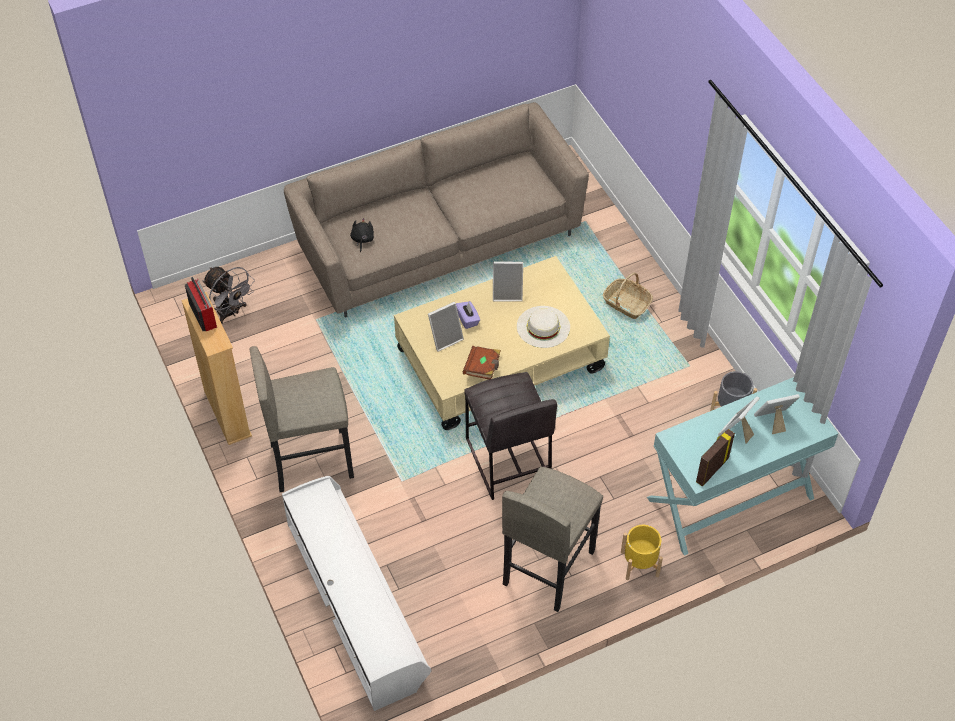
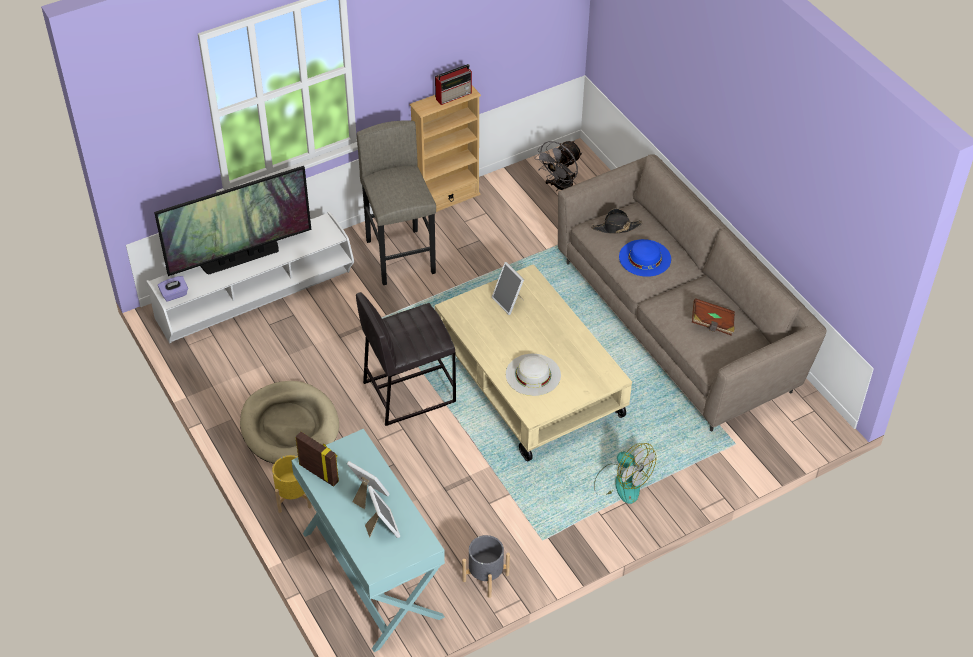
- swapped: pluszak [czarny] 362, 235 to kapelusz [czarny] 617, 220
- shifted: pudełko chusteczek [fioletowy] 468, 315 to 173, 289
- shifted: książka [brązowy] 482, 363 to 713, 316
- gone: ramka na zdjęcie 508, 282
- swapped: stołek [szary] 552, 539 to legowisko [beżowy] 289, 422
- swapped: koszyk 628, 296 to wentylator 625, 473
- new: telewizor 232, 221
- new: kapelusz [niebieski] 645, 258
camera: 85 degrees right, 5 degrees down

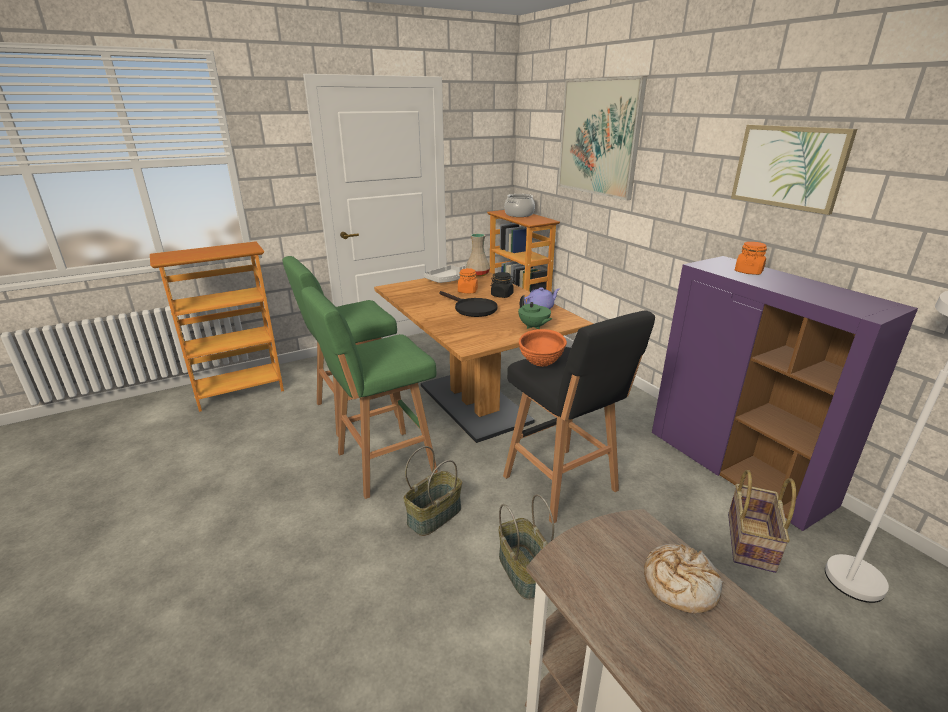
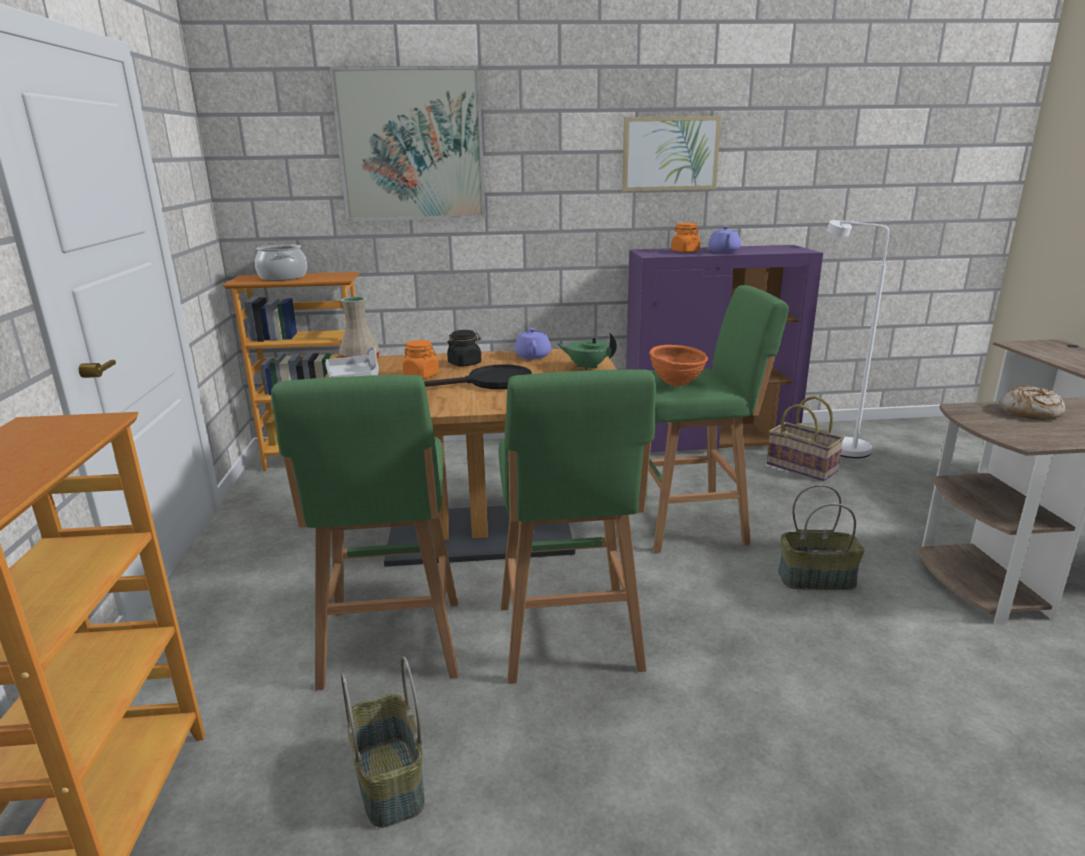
- shifted: koszyk 432, 491 to 383, 742
- repainted: stołek [czarny] 579, 416 to stołek [zielony] 719, 419
- rotated: imbryk [zielony] 535, 312 = 587, 351 150 degrees counterclockwise
- new: imbryk [fioletowy] 724, 239
camera: 65 degrees left, 5 degrees down

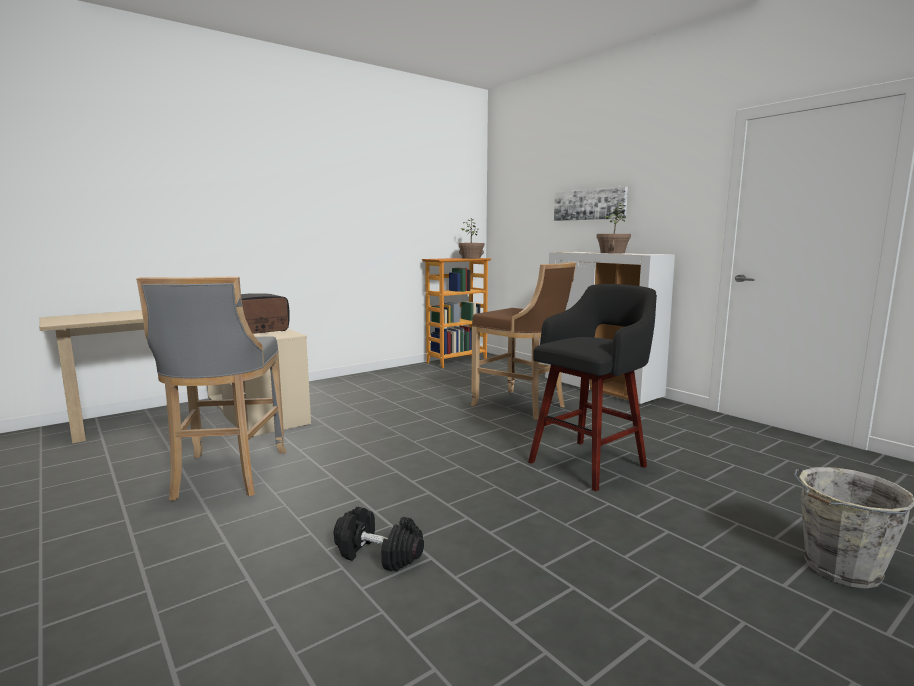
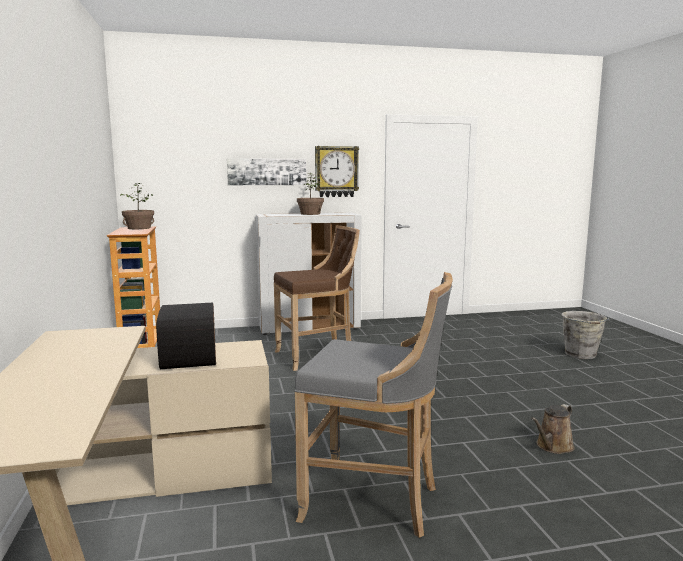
- swapped: hantel [czarny] 379, 539 to konewka [brązowy] 553, 429
- gone: stołek [czarny] 592, 388
- new: zegar ścienny 337, 171
camera: 65 degrees left, 0 degrees up

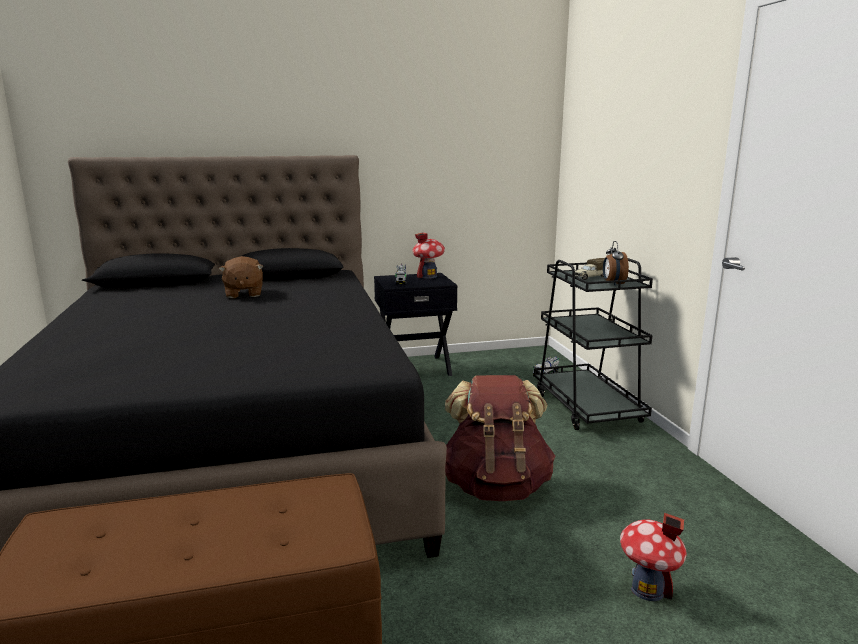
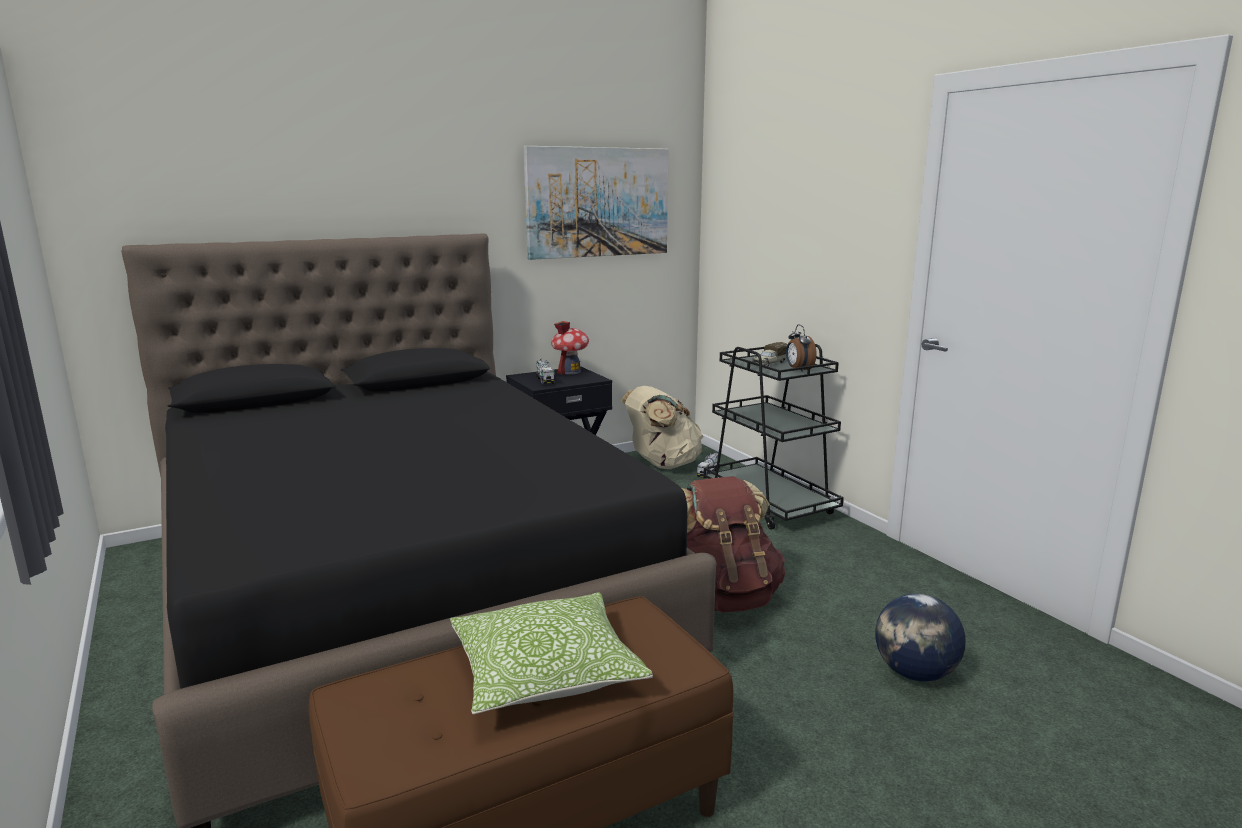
- gone: pluszak [brązowy] 241, 277
- swapped: domek 653, 556 to globus 920, 637
- new: poduszka 551, 653
- new: obraz 596, 203
- new: plecak [beżowy] 662, 427
camera: 15 degrees left, 0 degrees up

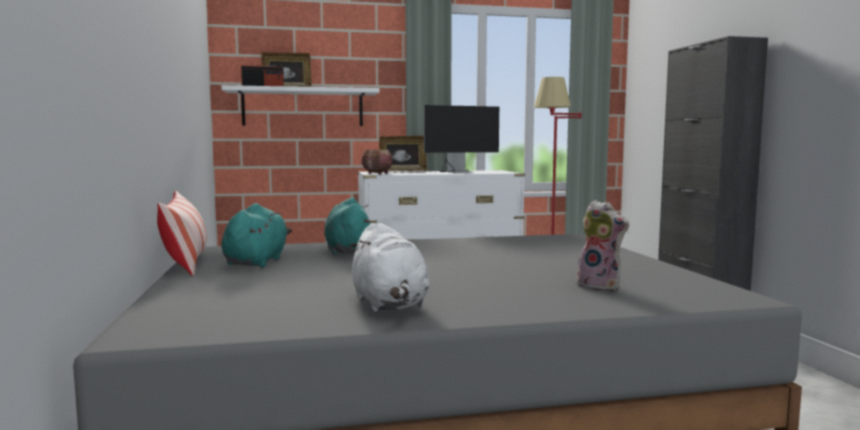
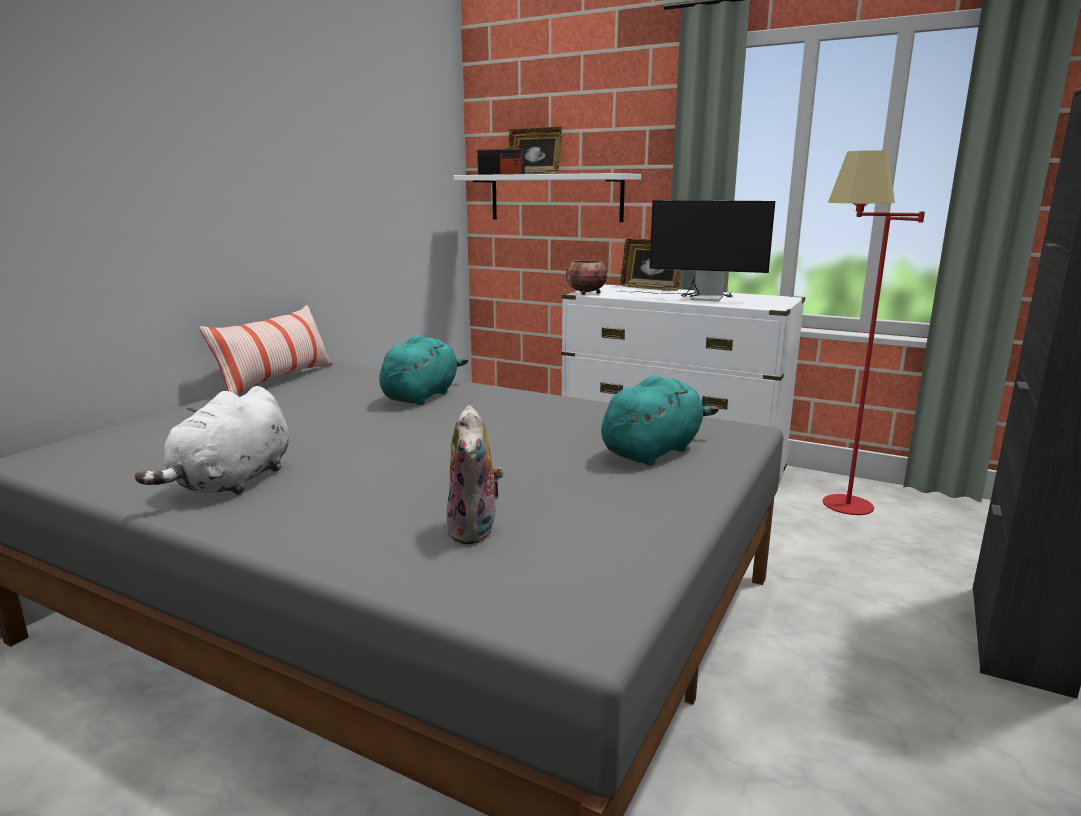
- shifted: pluszak [turkusowy] 256, 235 to 660, 420
camera: 40 degrees right, 10 degrees up

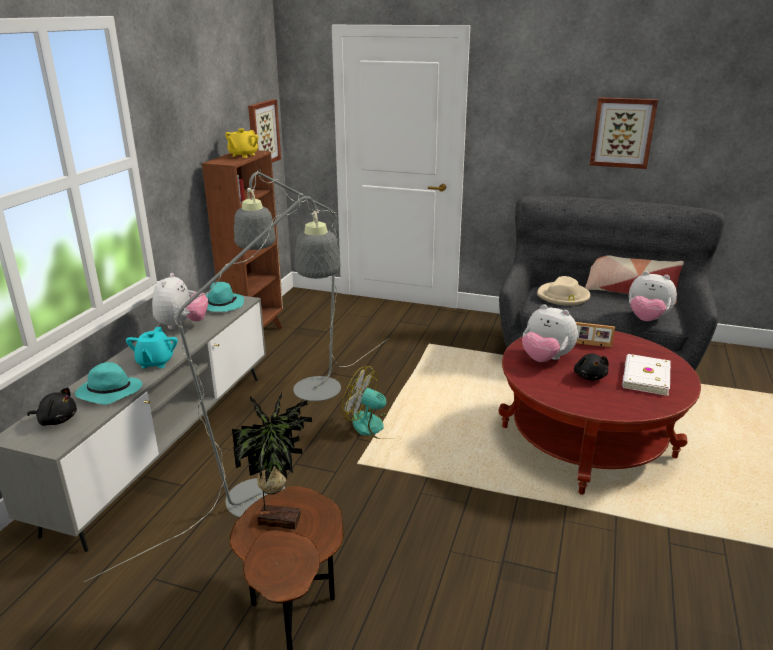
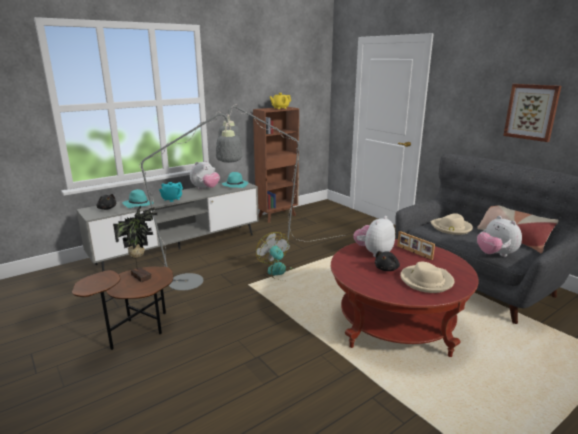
- gone: obraz 264, 131
- rotated: pluszak 550, 333 = 374, 236 60 degrees clockwise
- swapped: książka [biały] 646, 375 to kapelusz [beżowy] 427, 277
camera: 35 degrees right, 5 degrees down

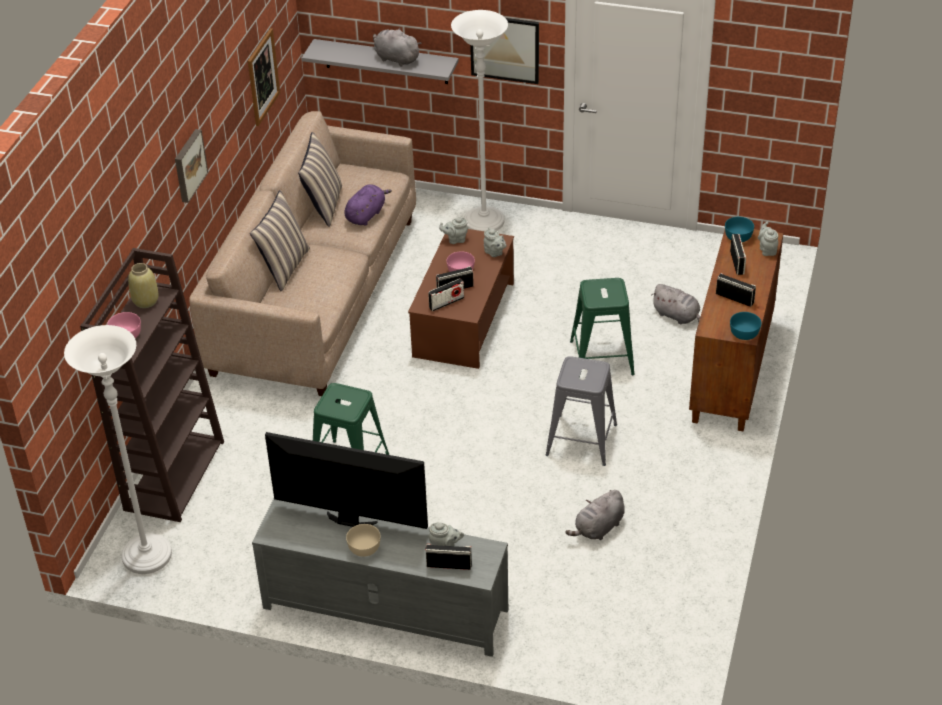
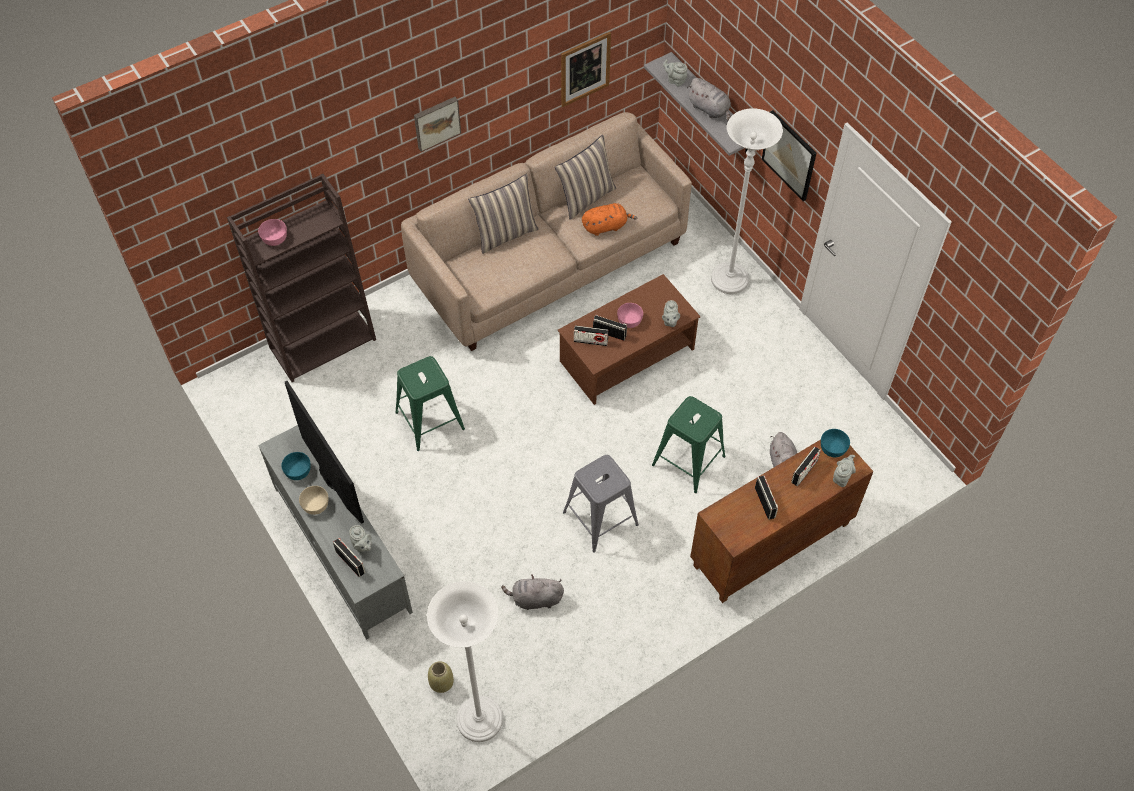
- shifted: lampa stojąca [biały] 118, 449 to 465, 661
- shifted: wazon [beżowy] 143, 285 to 441, 677
- repainted: pluszak [fioletowy] 368, 204 to pluszak [pomarańczowy] 610, 219
- rotated: pluszak [szary] 397, 47 = 709, 99 150 degrees clockwise
- shifted: imbryk [szary] 453, 230 to 675, 72
- shifted: miska [turkusowy] 745, 326 to 296, 466
camera: 40 degrees right, 15 degrees up

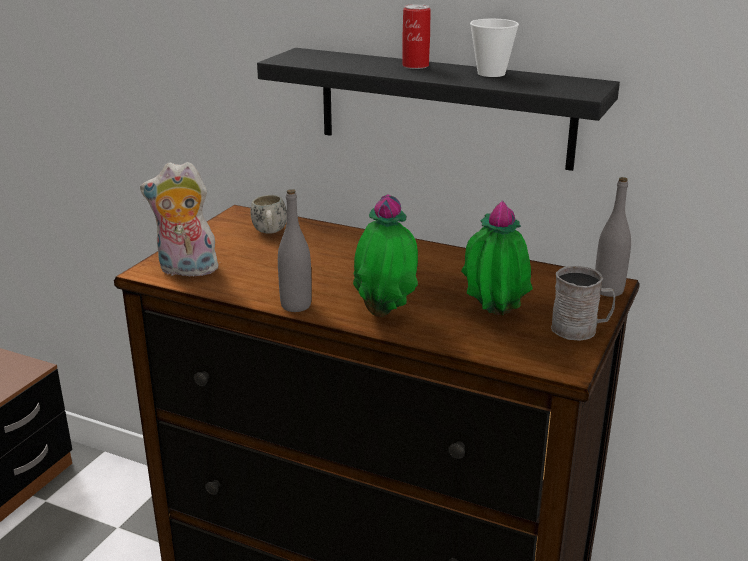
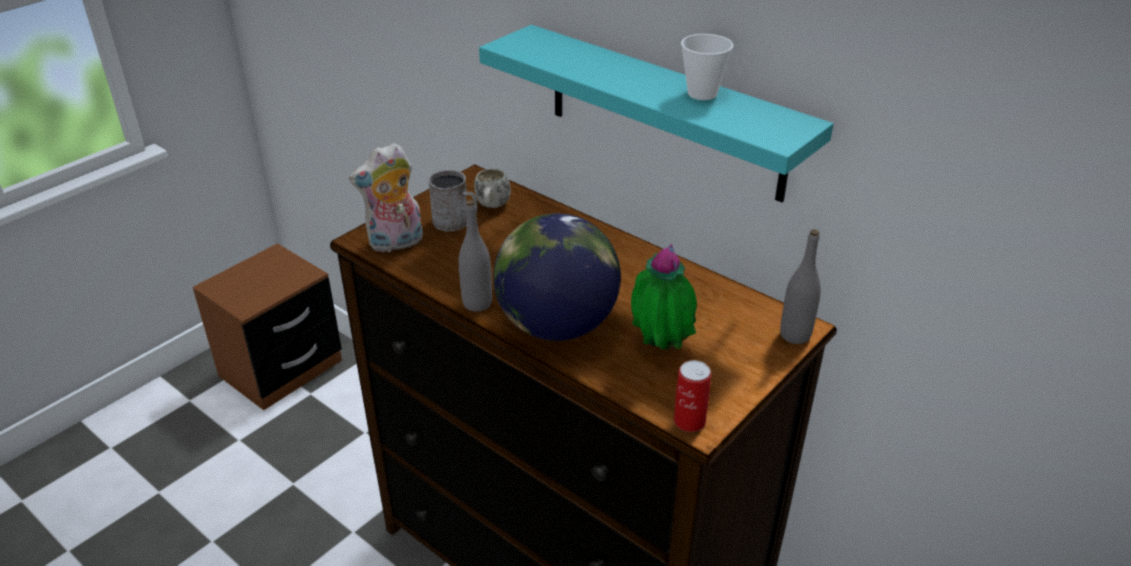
- rotated: pluszak 180, 219 = 386, 197 45 degrees counterclockwise
- repainted: półka [czarny] 438, 109 to półka [turkusowy] 656, 113
- swapped: roślina doniczkowa 385, 255 to globus 557, 277
- shifted: puszka 416, 36 to 692, 396
- shifted: kubek [szary] 583, 303 to 453, 200
camera: 15 degrees right, 10 degrees up

